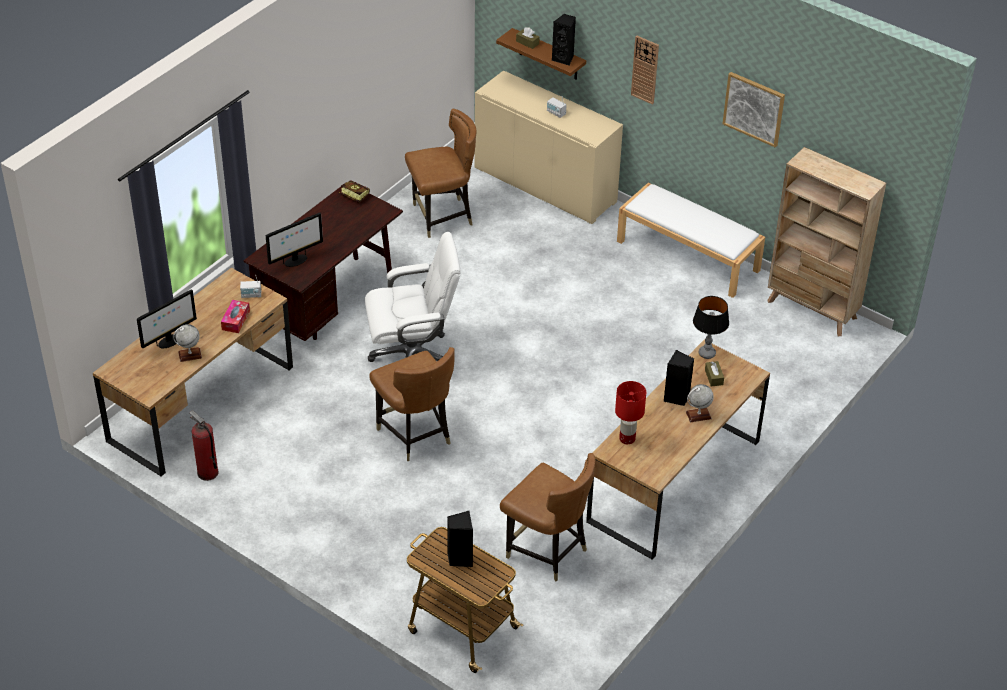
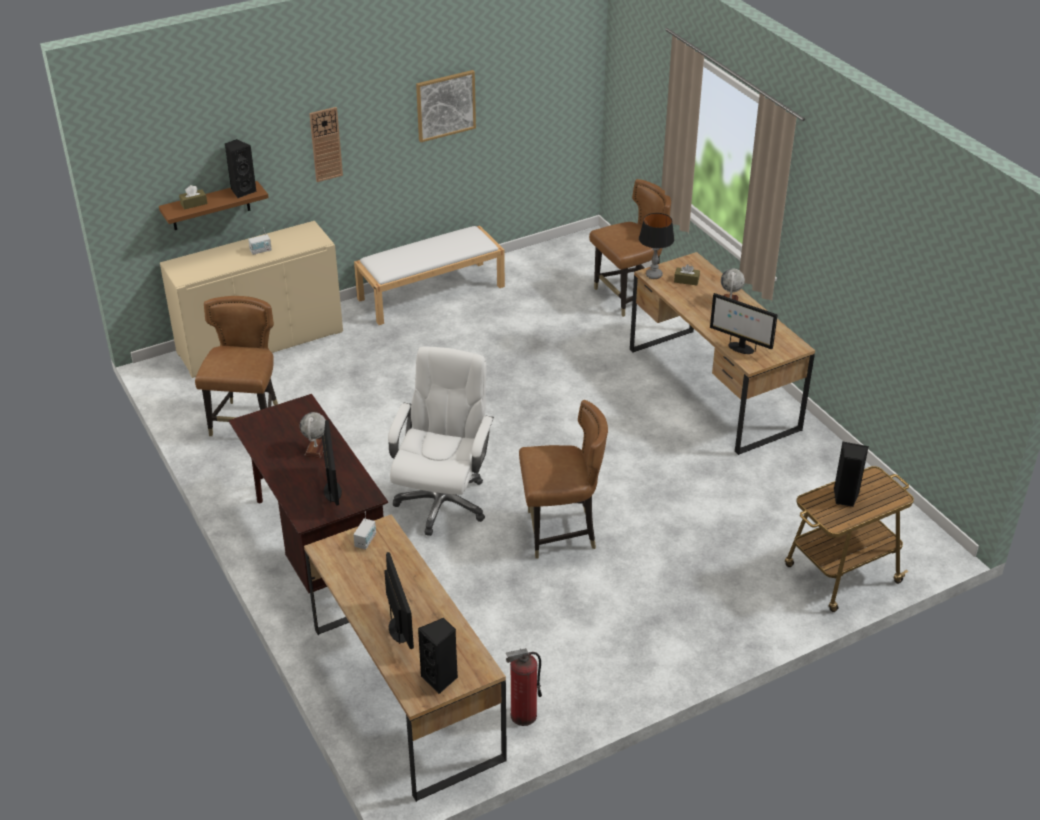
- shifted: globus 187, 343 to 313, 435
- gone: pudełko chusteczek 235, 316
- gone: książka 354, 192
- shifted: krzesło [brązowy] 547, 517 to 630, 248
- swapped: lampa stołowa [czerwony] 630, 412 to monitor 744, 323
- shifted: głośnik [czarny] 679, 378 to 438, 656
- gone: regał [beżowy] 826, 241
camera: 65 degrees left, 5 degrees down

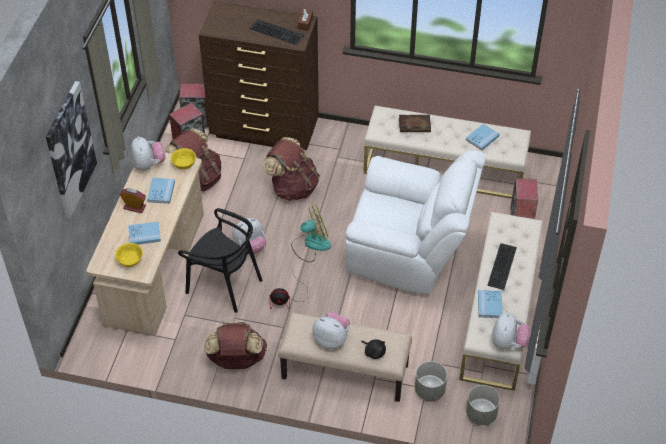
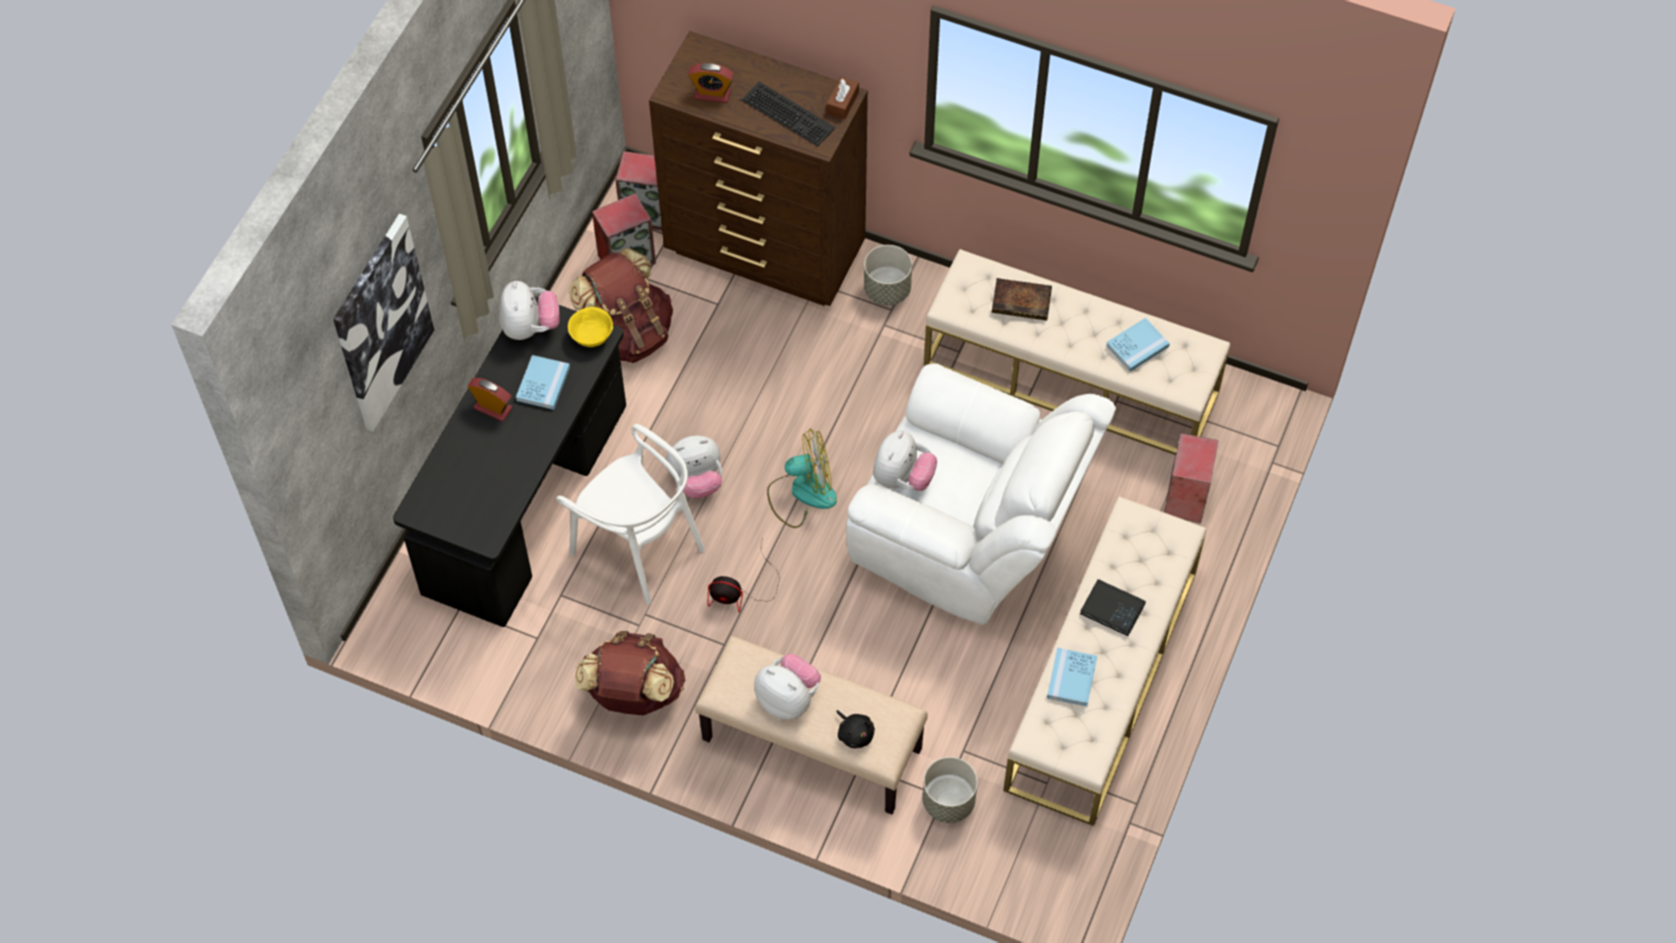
- repainted: biurko [beżowy] 145, 244 to biurko [czarny] 509, 461
- gone: miska [żółty] 129, 255
- gone: książka [niebieski] 144, 233
- repainted: krzesło [czarny] 220, 260 to krzesło [biały] 630, 514
- gone: plecak [brązowy] 291, 169
- shifted: donica [szary] 483, 405 to 888, 275
- swapped: klawiatura 502, 266 to książka [czarny] 1113, 607
- shifted: pluszak 511, 331 to 905, 460
- new: budzik 711, 83
camera: 10 degrees right, 10 degrees up

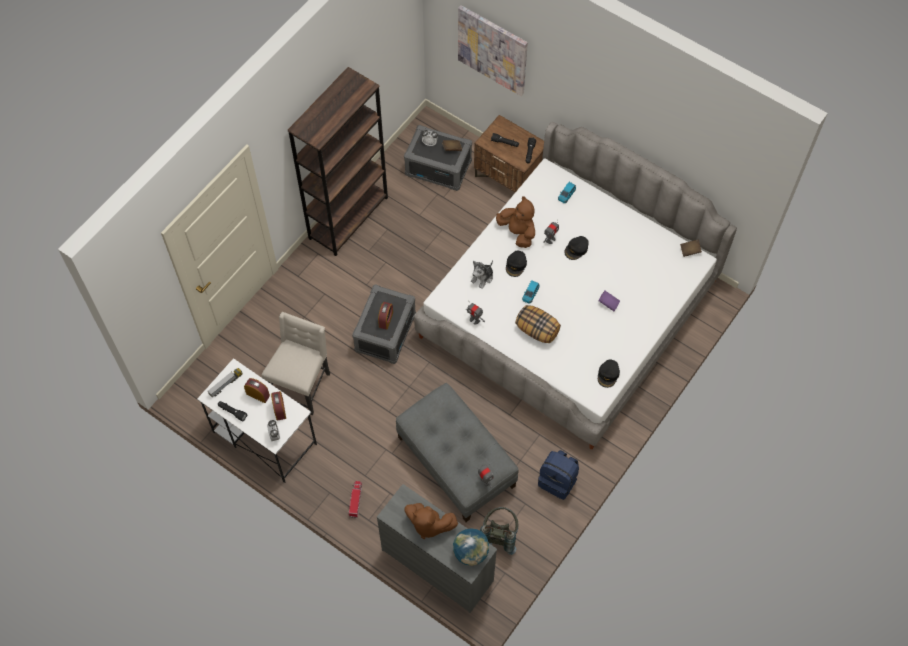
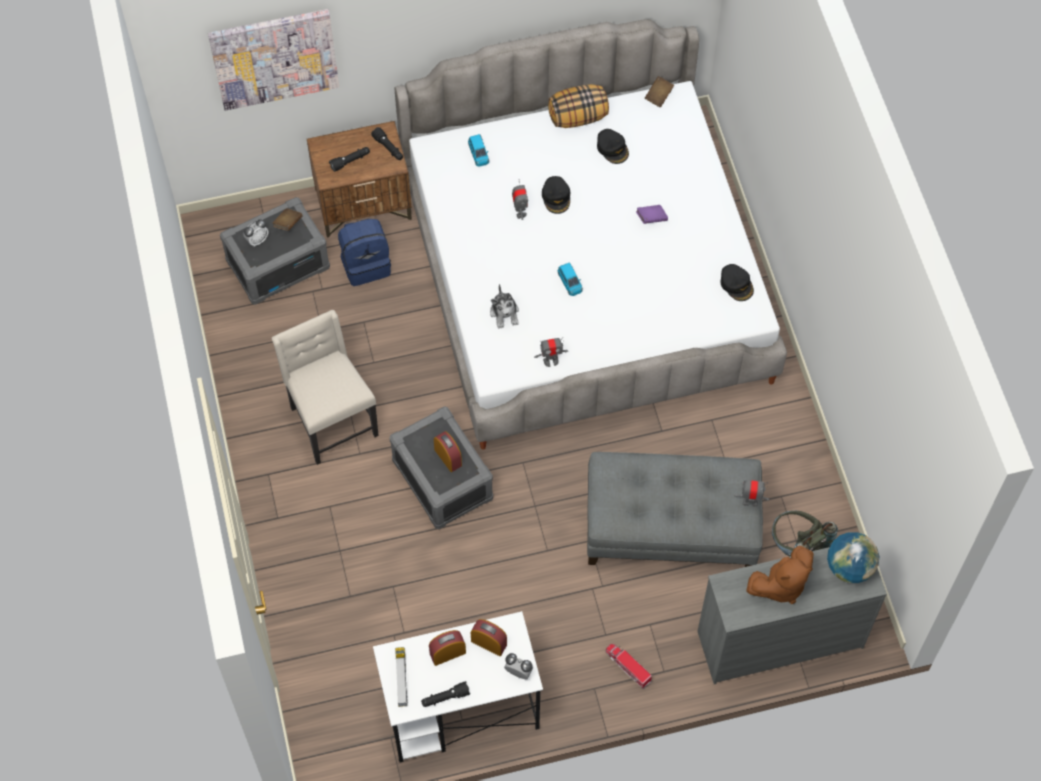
- shifted: krzesło [beżowy] 295, 363 to 325, 387
- gone: regał [brązowy] 338, 161
- gone: pluszak [brązowy] 515, 222
- shifted: czapka z daszkiem [czarny] 516, 264 to 613, 146
- shifted: poduszka 538, 324 to 578, 106
- shifted: plecak [niebieski] 558, 475 to 364, 252
camera: 50 degrees left, 0 degrees up

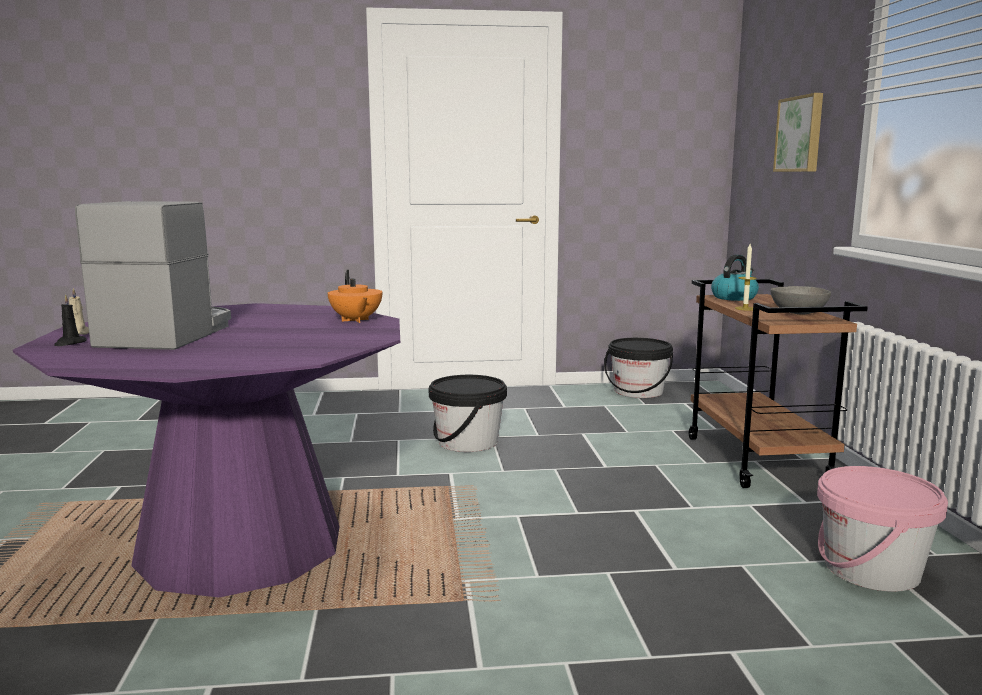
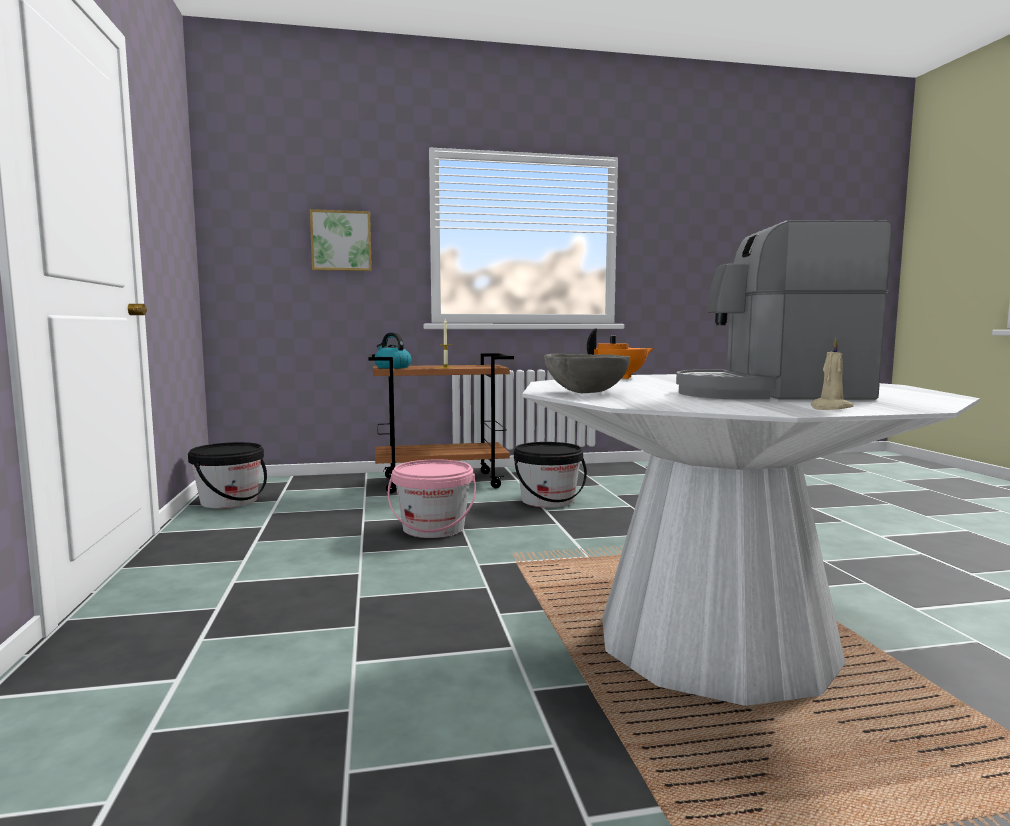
- repainted: stół jadalny [fioletowy] 206, 450 to stół jadalny [biały] 751, 540
- gone: świeca [czarny] 70, 320
- shifted: wiadro [czarny] 468, 413 to 550, 475
- shifted: miska [szary] 800, 300 to 587, 373
- shifted: wiadro [różowy] 882, 529 to 432, 498
camera: 95 degrees left, 5 degrees down

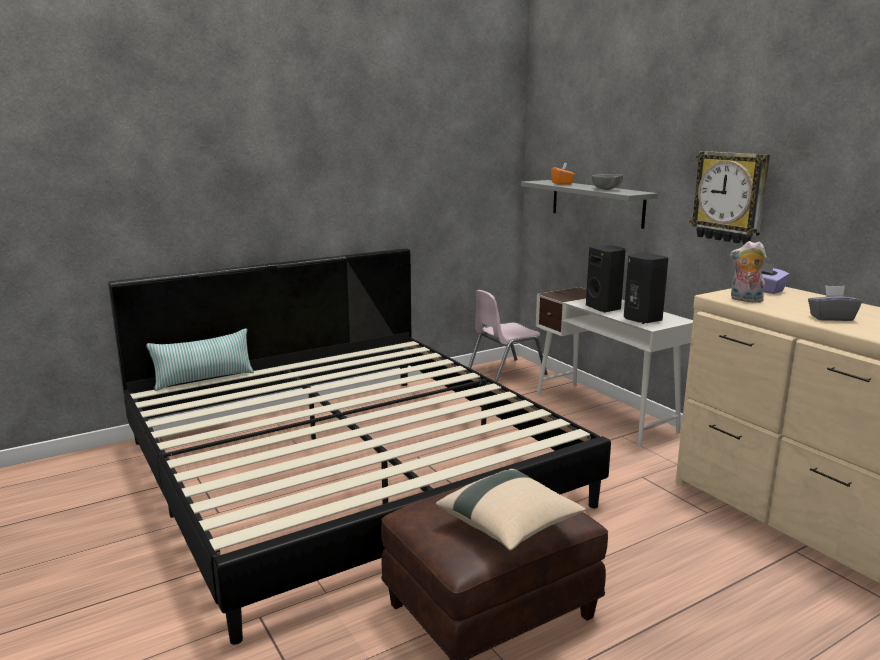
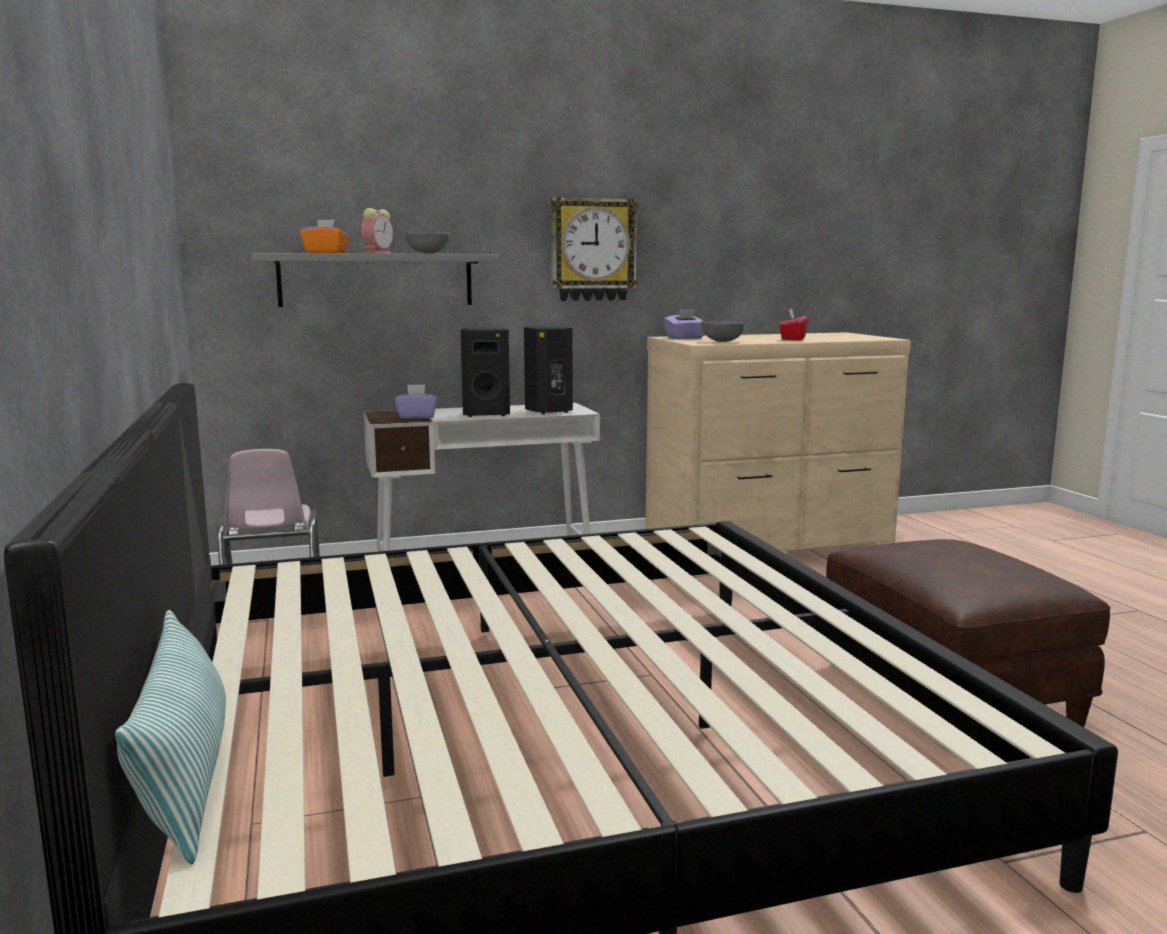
- gone: poduszka [beżowy] 510, 510
- swapped: pluszak 748, 272 to miska [szary] 722, 331
- repainted: pudełko chusteczek [szary] 835, 303 to pudełko chusteczek [czerwony] 793, 324
- new: budzik 377, 231
- new: pudełko chusteczek [fioletowy] 415, 401
camera: 75 degrees left, 5 degrees down

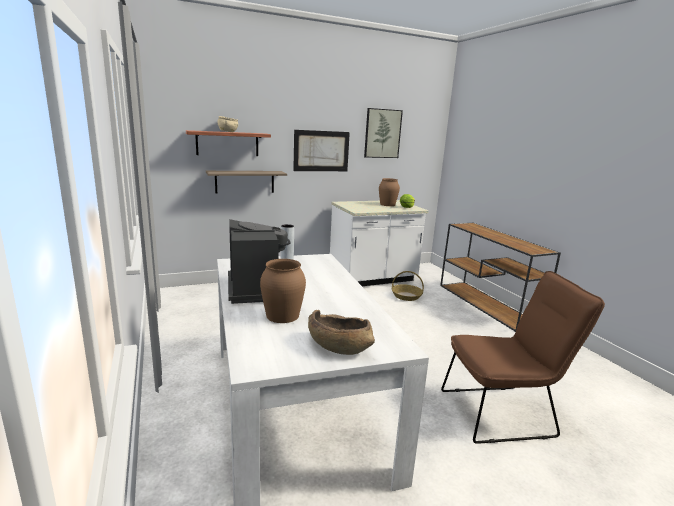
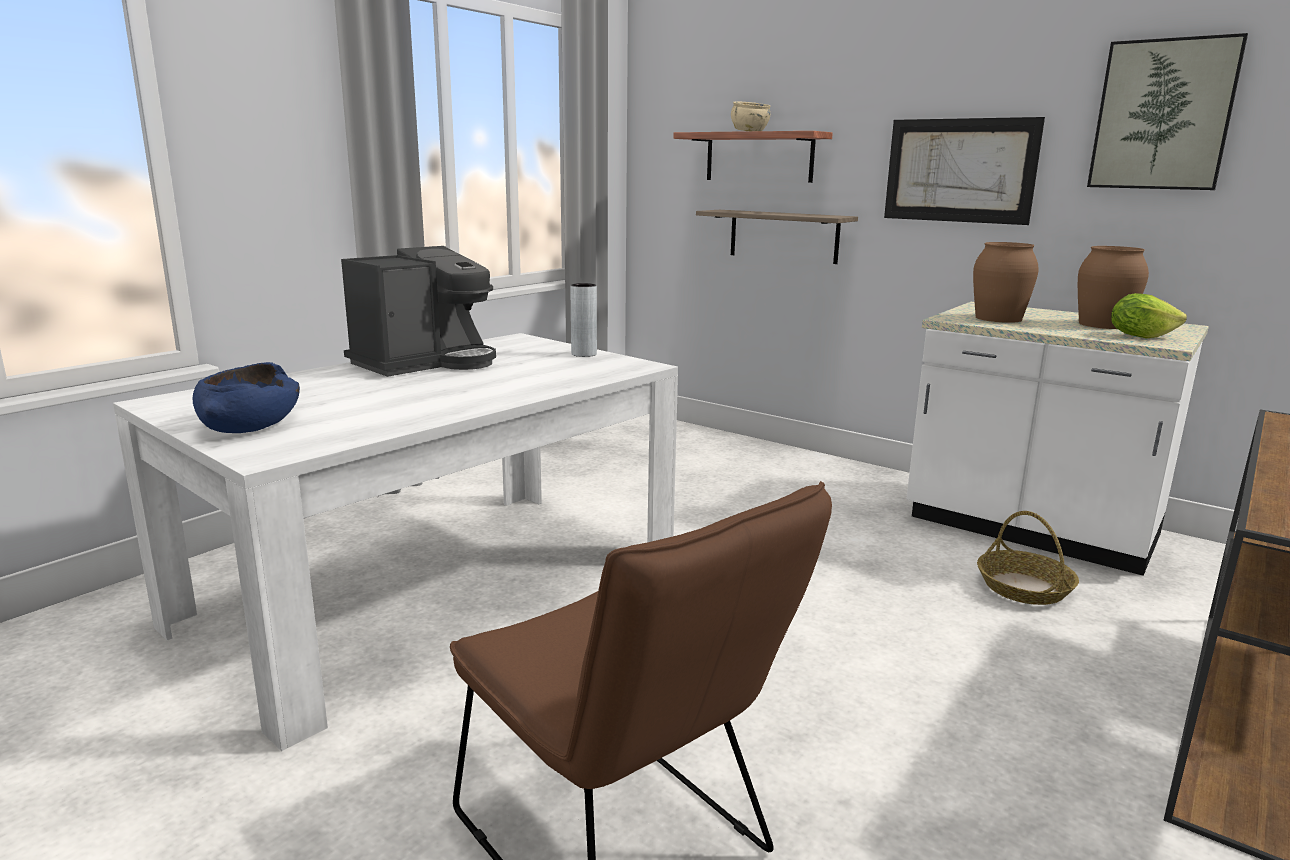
- shifted: wazon [brązowy] 283, 291 to 1006, 282
- repainted: miska [brązowy] 341, 332 to miska [niebieski] 246, 397
camera: 60 degrees right, 0 degrees up

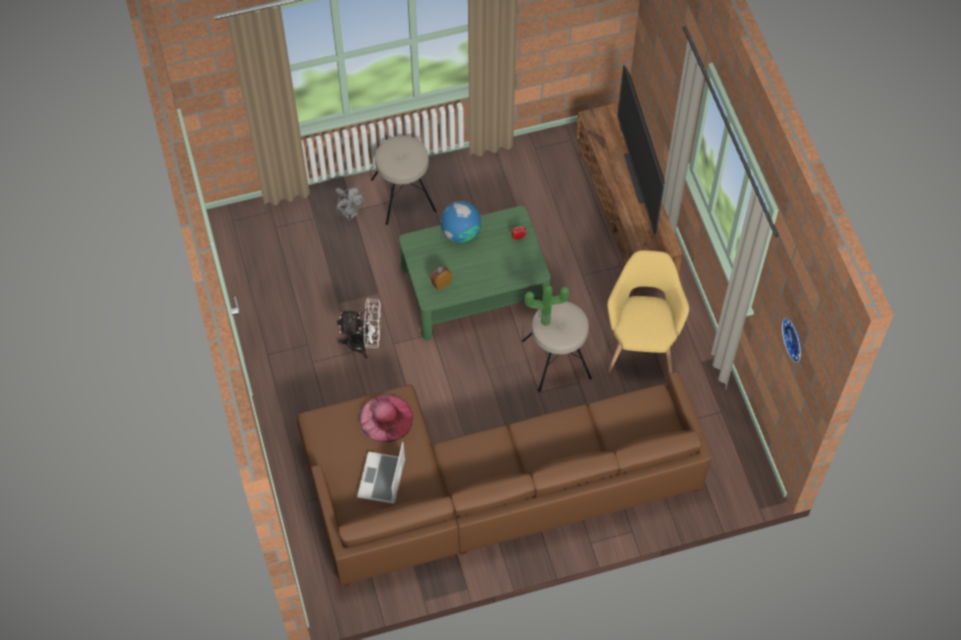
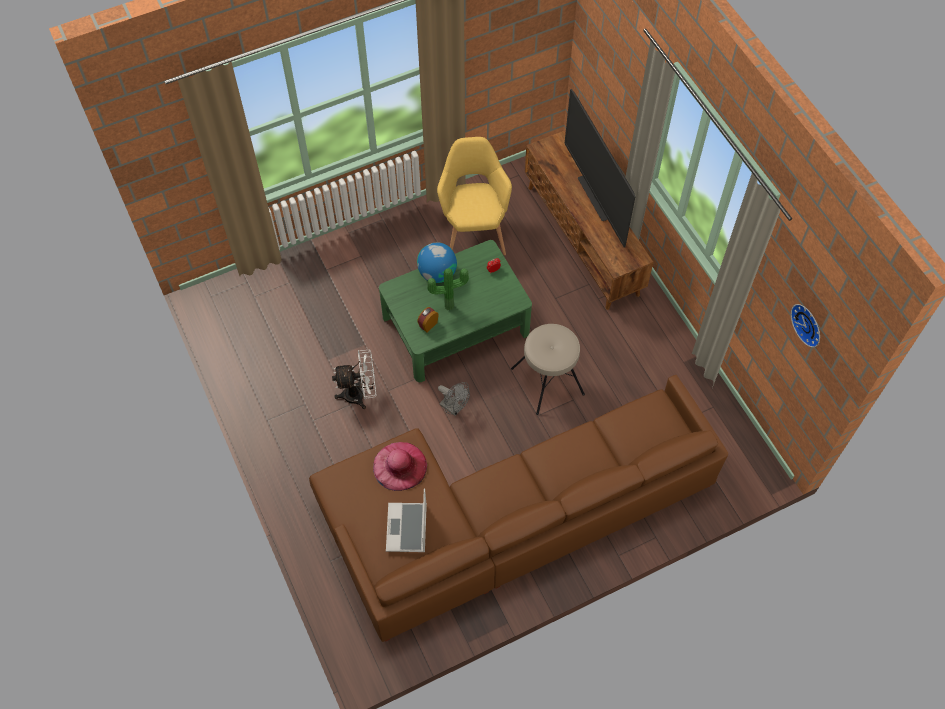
- shifted: wentylator [szary] 349, 203 to 454, 399
- gone: stołek [beżowy] 404, 180
- shifted: roślina doniczkowa 547, 305 to 448, 289
- shifted: fotel [żółty] 648, 311 to 474, 196
camera: 10 degrees left, 0 degrees up

